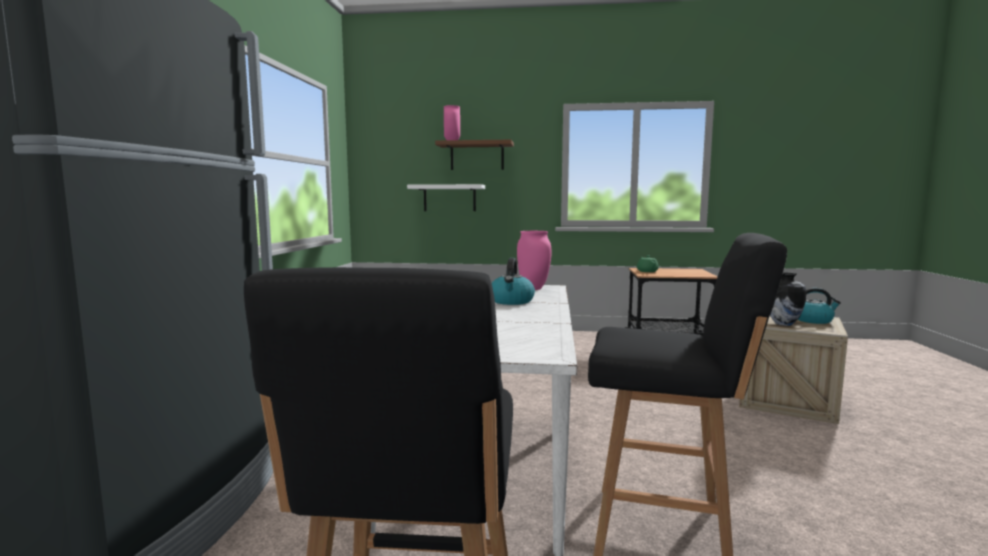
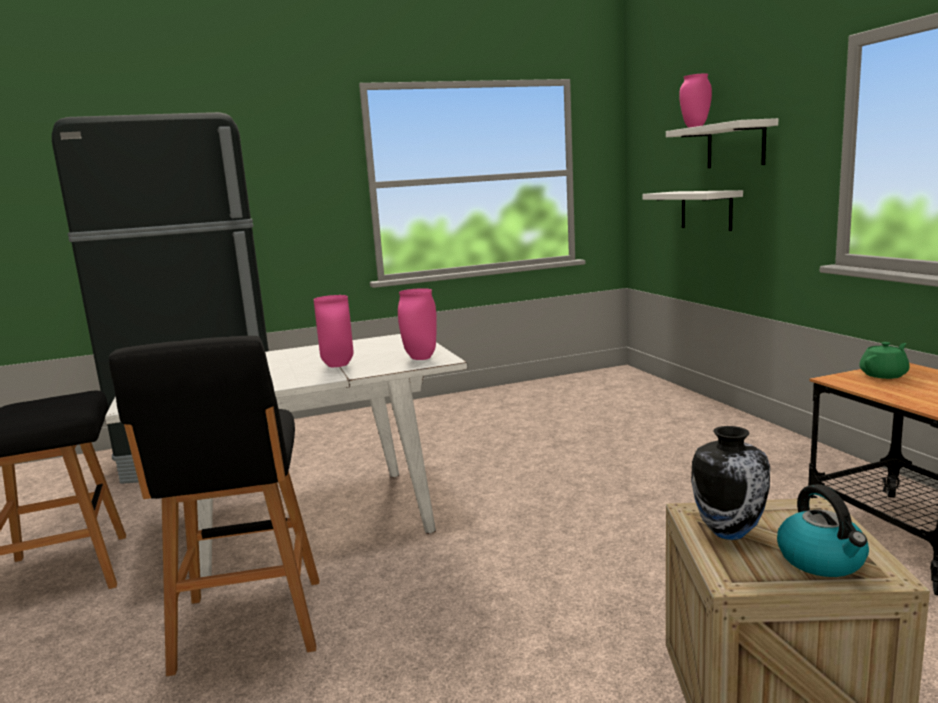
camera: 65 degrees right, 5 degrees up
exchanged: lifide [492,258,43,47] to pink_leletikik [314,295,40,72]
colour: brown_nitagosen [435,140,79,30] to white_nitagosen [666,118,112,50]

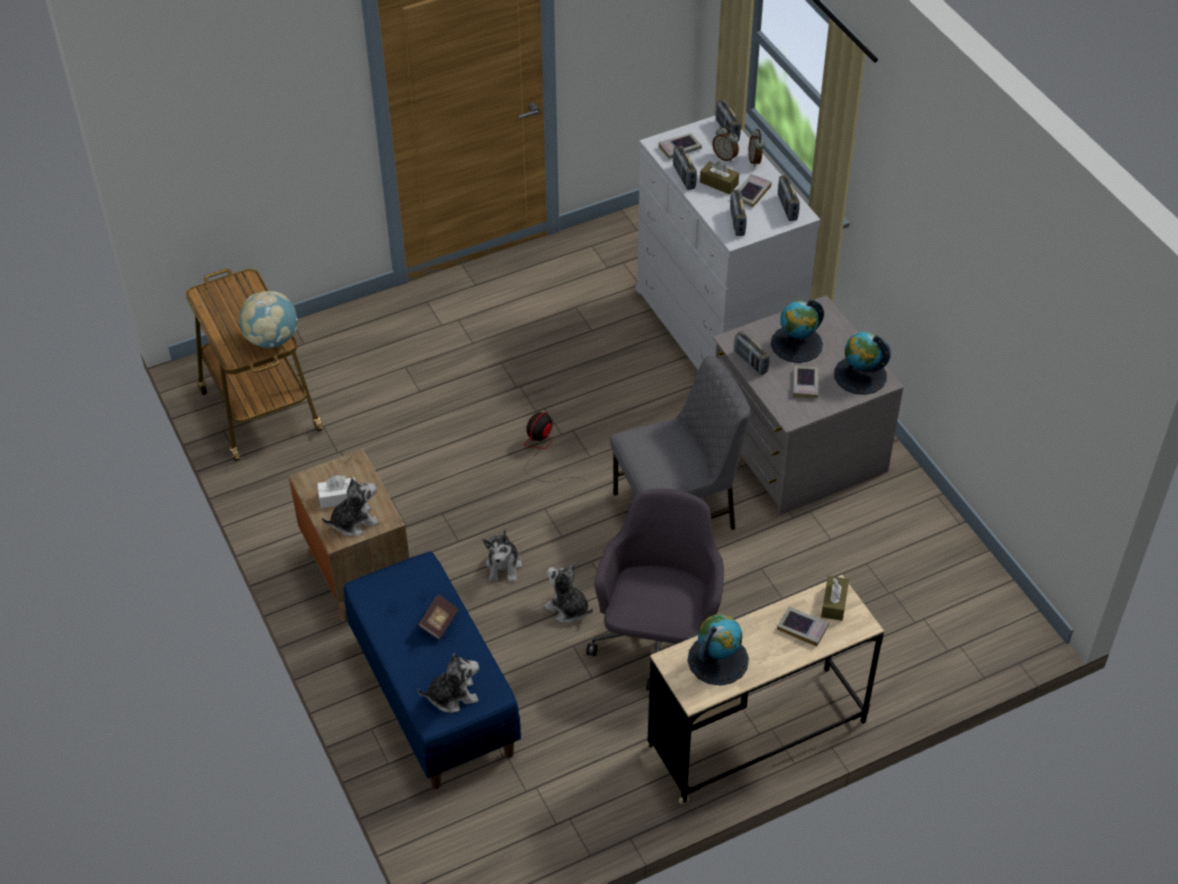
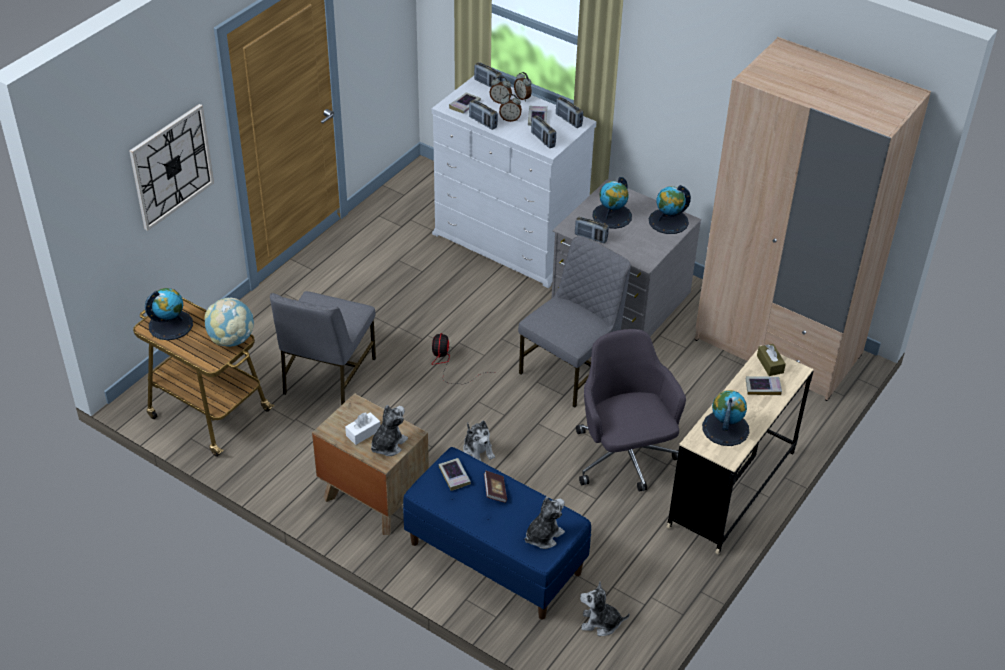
camera: 30 degrees left, 5 degrees down
appeared: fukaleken [129,104,85,127]; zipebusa [145,288,48,52]; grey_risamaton [270,291,106,114]; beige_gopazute [695,37,236,364]
relocated: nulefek [544,563,49,60] to [580,582,50,54]; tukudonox [793,366,26,32] to [438,458,33,33]
exchanged: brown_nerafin [700,161,39,33] to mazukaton [499,94,23,28]

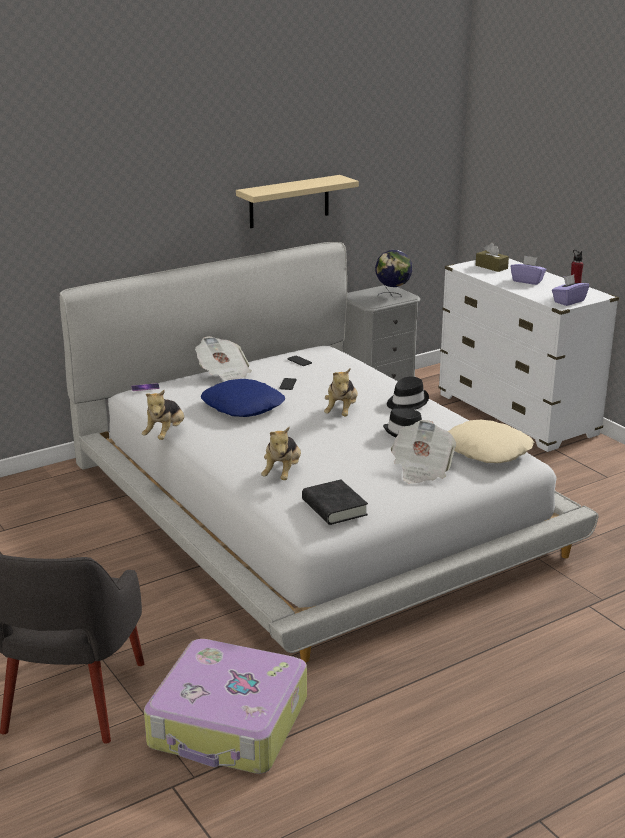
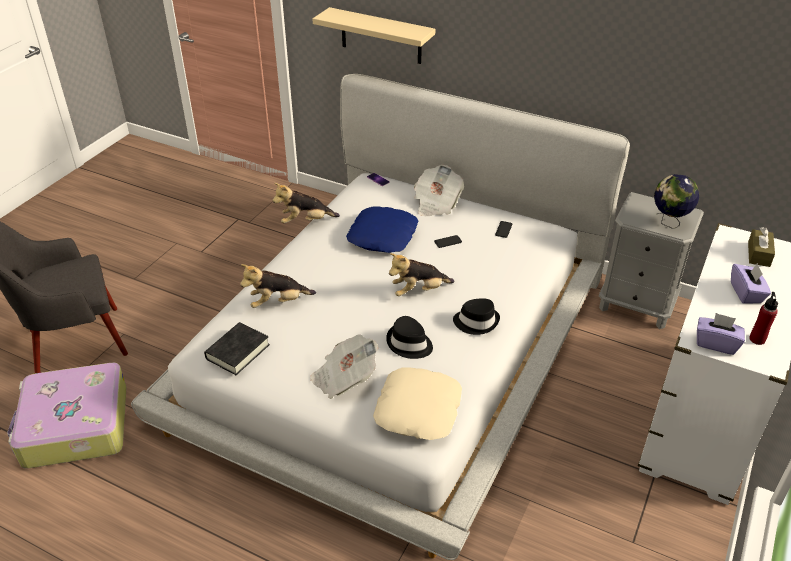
camera: 60 degrees right, 15 degrees up
relocated: beige_nitagosen [236,175,123,53] to [312,7,123,57]

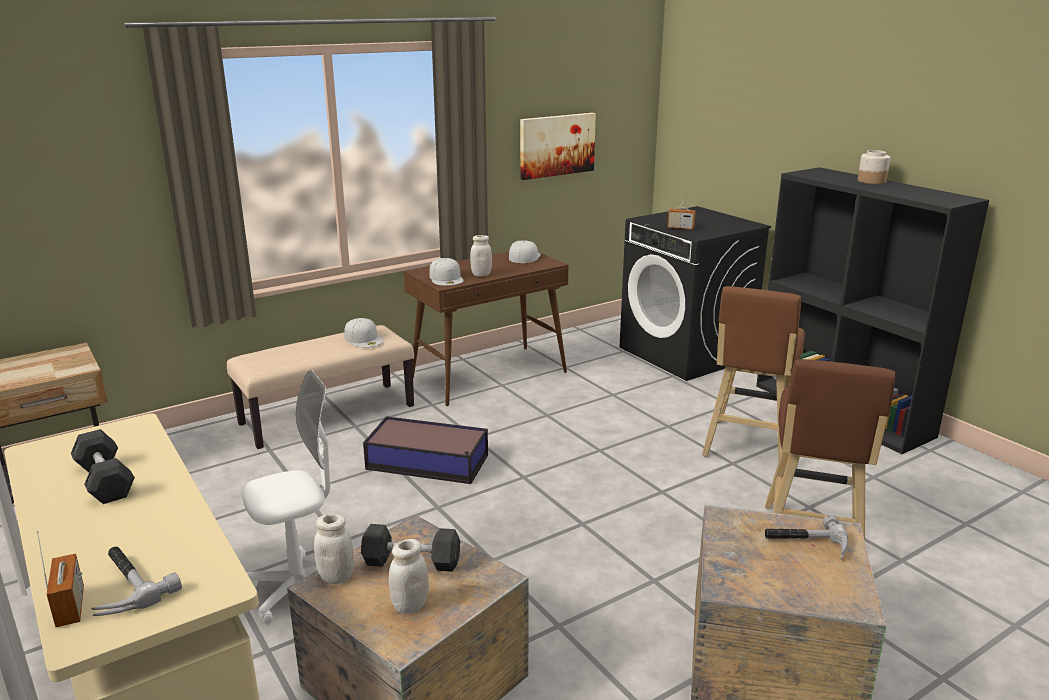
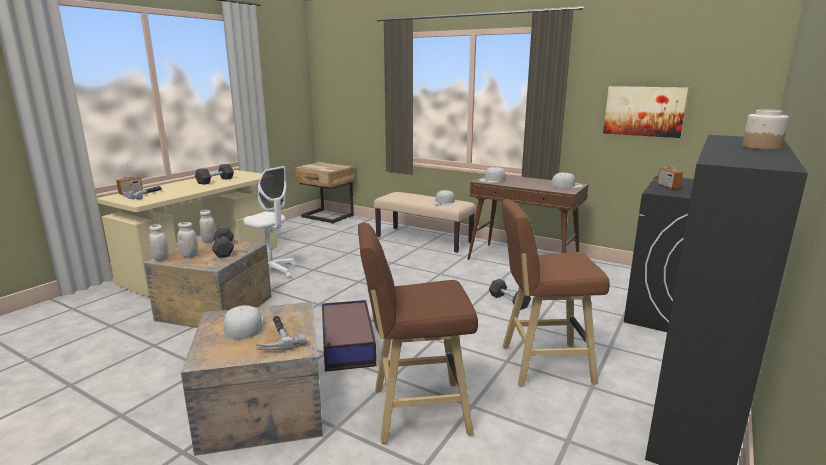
camera: 65 degrees right, 5 degrees down
appeared: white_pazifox [224,305,39,35]; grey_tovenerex [489,279,42,31]
relocated: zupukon [363,416,125,68] to [322,300,54,72]; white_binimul [470,235,22,42] to [149,224,20,37]

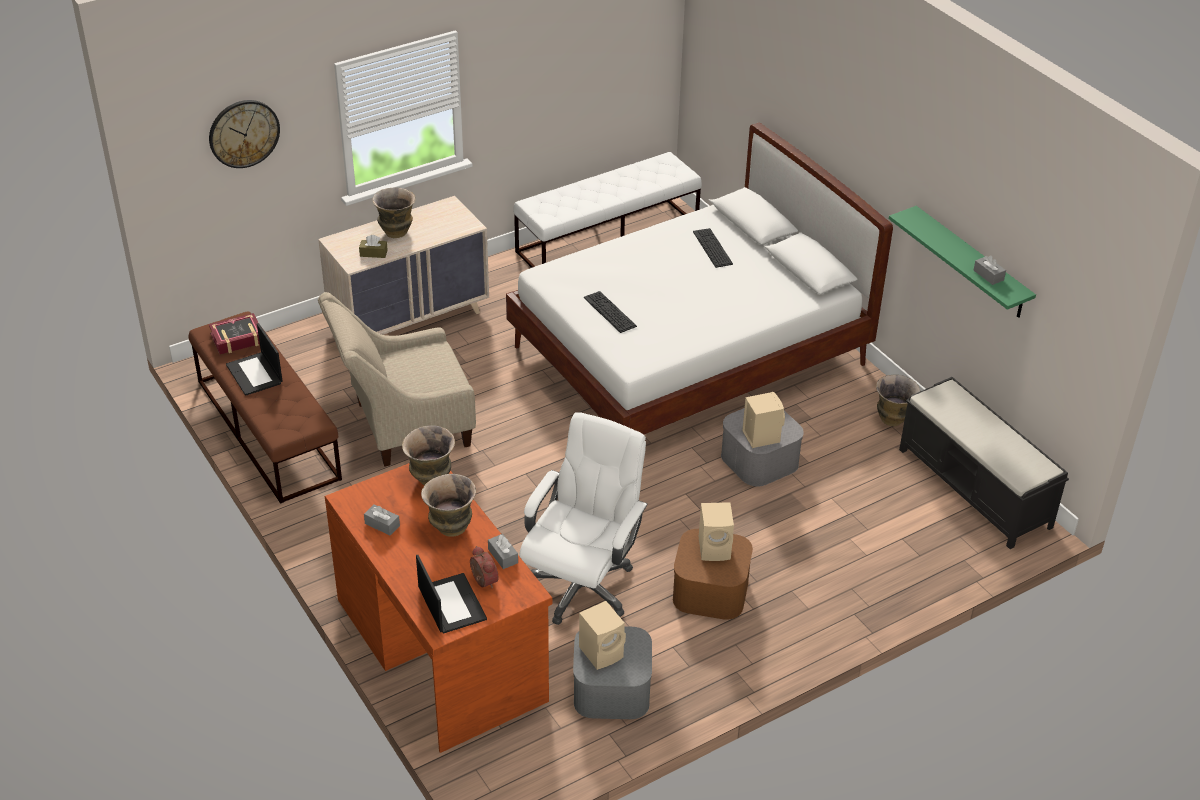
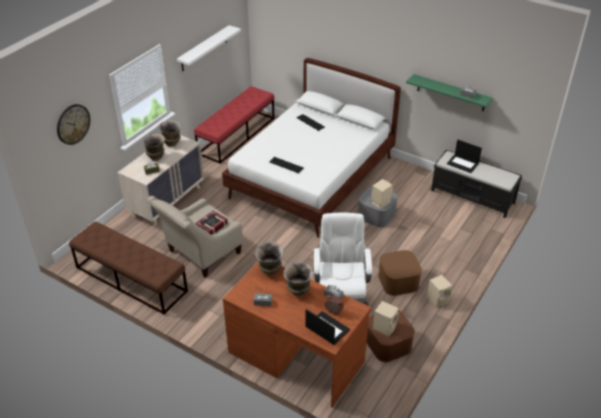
camera: 25 degrees left, 0 degrees up
appeared: white_nitagosen [177,25,64,46]
relocated: tukudonox [209,313,51,41] to [195,211,33,24]; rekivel [226,323,57,73] to [447,140,35,33]; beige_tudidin [699,502,35,59] to [427,275,25,32]; leletikik [876,375,44,51] to [158,120,23,27]
colour: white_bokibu [513,152,189,116] to red_bokibu [194,86,80,78]; grey_zupukon [573,626,79,93] to brown_zupukon [367,310,48,52]

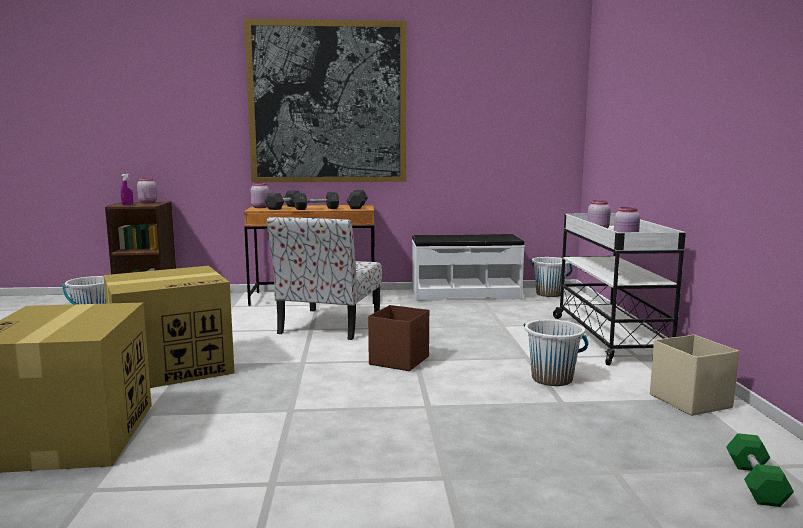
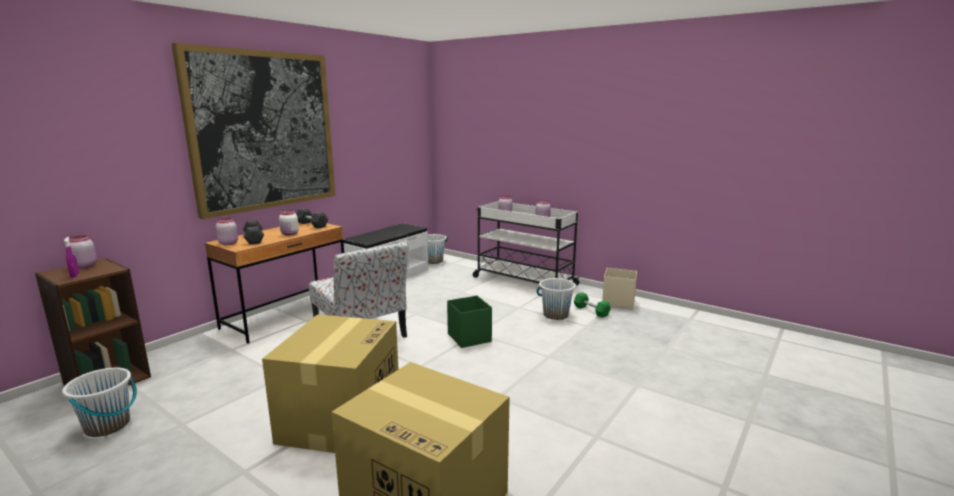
camera: 50 degrees left, 5 degrees up
relocated: green_tovenerex [726,433,68,74] to [574,292,37,26]
exchanged: grey_tovenerex [294,192,45,18] to white_binimul [279,210,20,26]
colour: brown_zupukon [368,305,61,66] to green_zupukon [447,295,45,53]

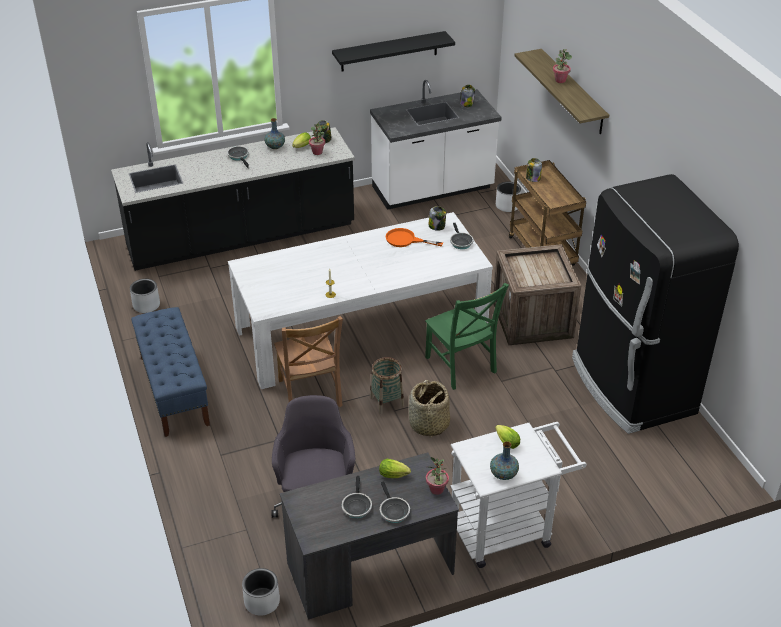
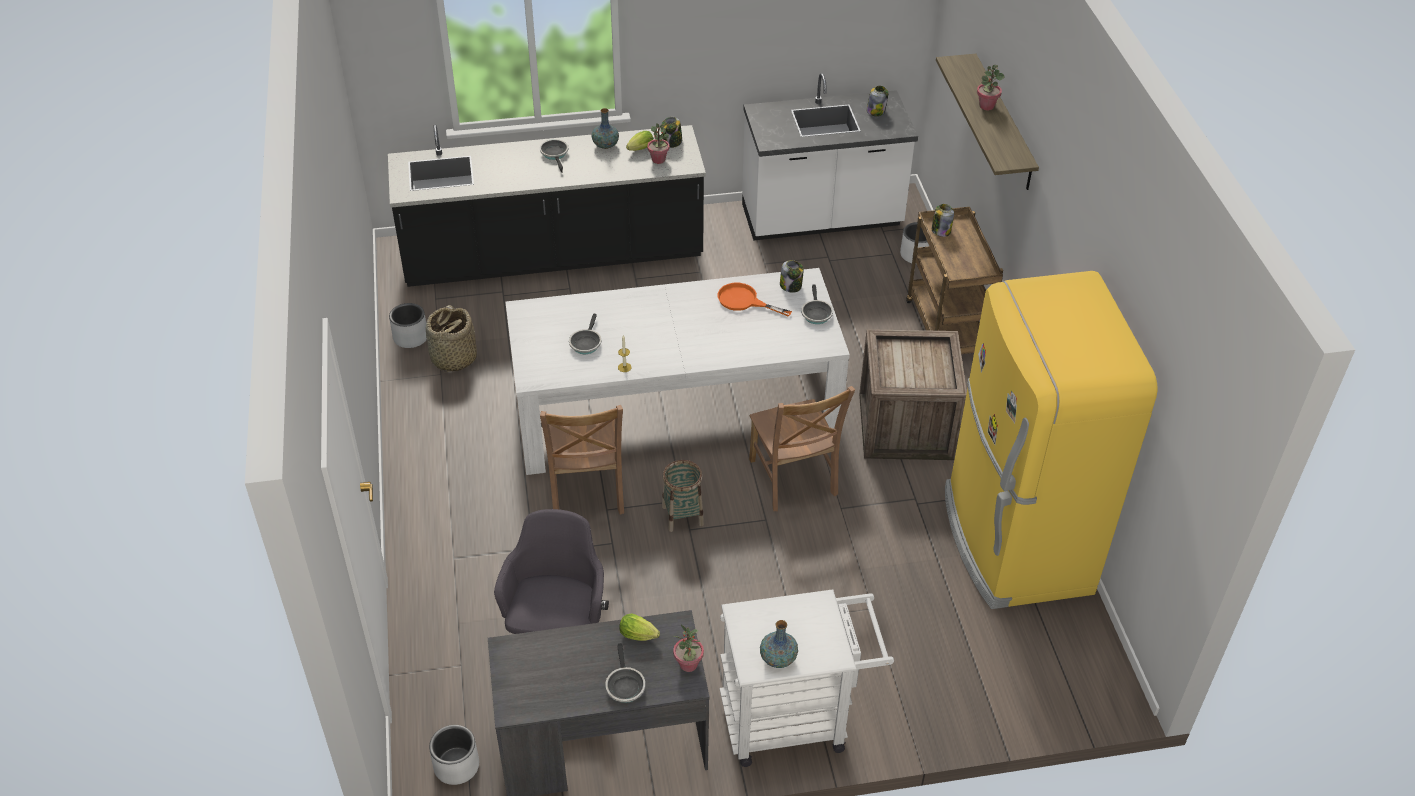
camera: 10 degrees right, 5 degrees up
missing: blue_bokibu [131,307,79,130]; black_nitagosen [332,31,123,41]; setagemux [495,425,25,24]
relocated: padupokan [342,476,30,42] to [569,314,32,40]; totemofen [409,380,41,58] to [426,305,51,67]
colour: green_risamaton [425,283,84,107] to brown_risamaton [749,386,106,125]; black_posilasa [572,174,167,260] to yellow_posilasa [945,271,213,338]

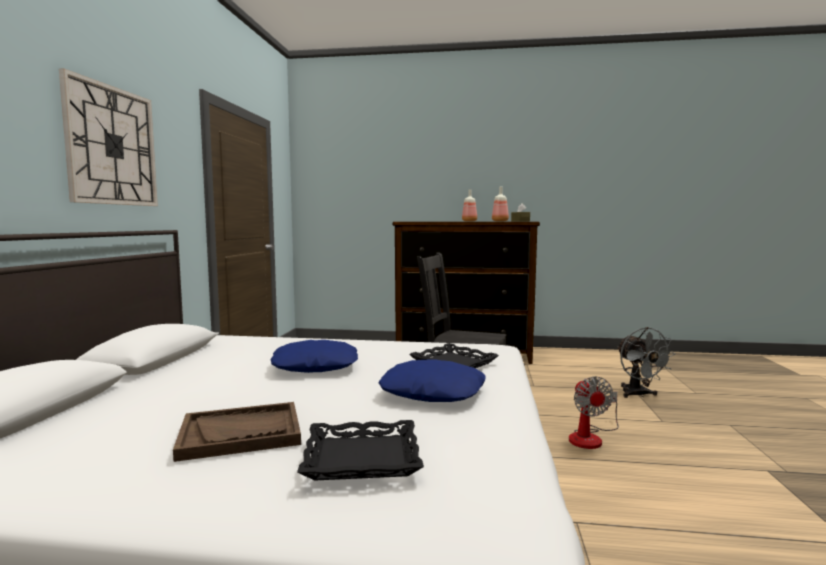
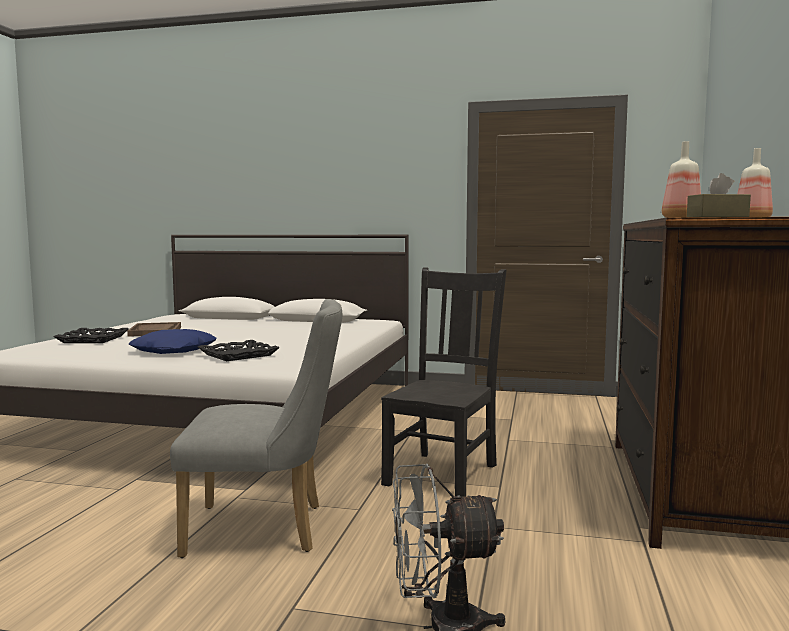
camera: 95 degrees right, 0 degrees up
missing: fukaleken [59,68,99,138]; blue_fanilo [270,340,88,33]
exchanged: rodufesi [569,376,50,73] to grey_risamaton [170,299,172,259]

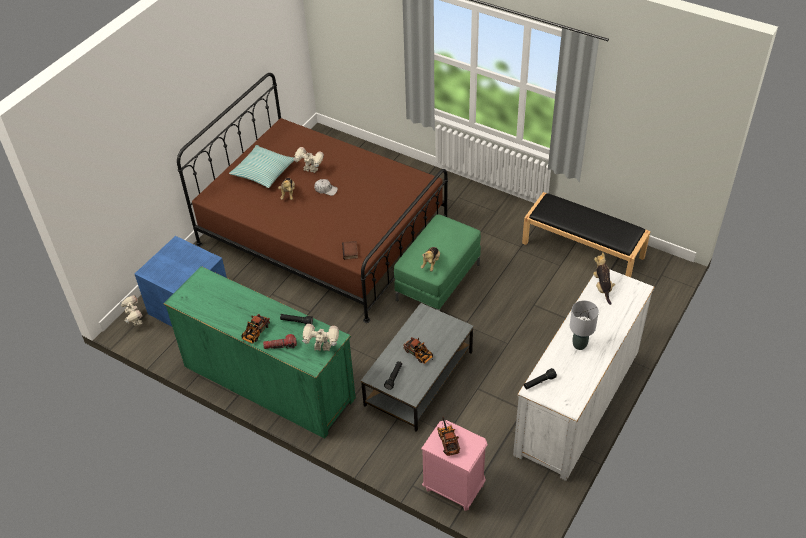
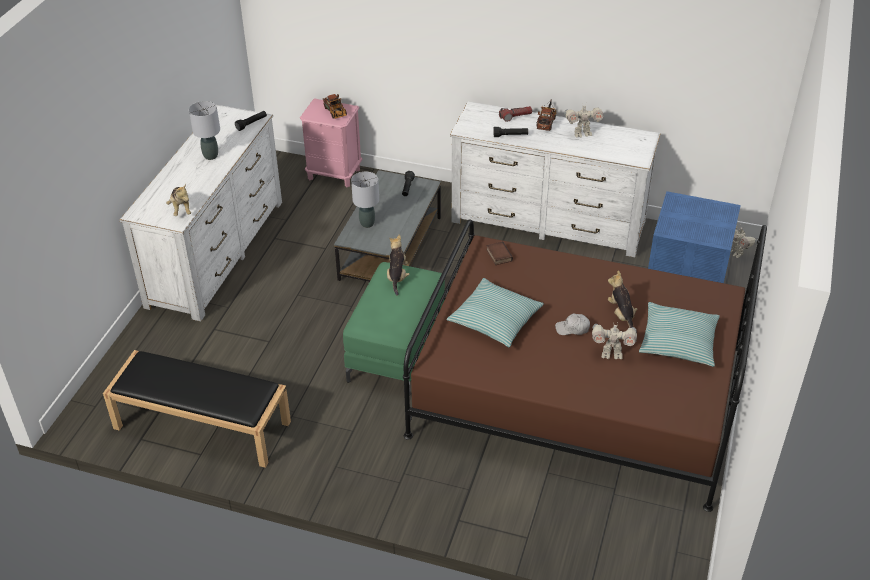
camera: 165 degrees right, 5 degrees down
missing: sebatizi [403,337,30,27]
appeared: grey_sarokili [351,172,28,56]; fanilo [447,278,97,69]
relocated: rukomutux [302,324,37,27] to [564,103,40,34]
colour: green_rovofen [163,266,193,173] to white_rovofen [450,101,211,156]

